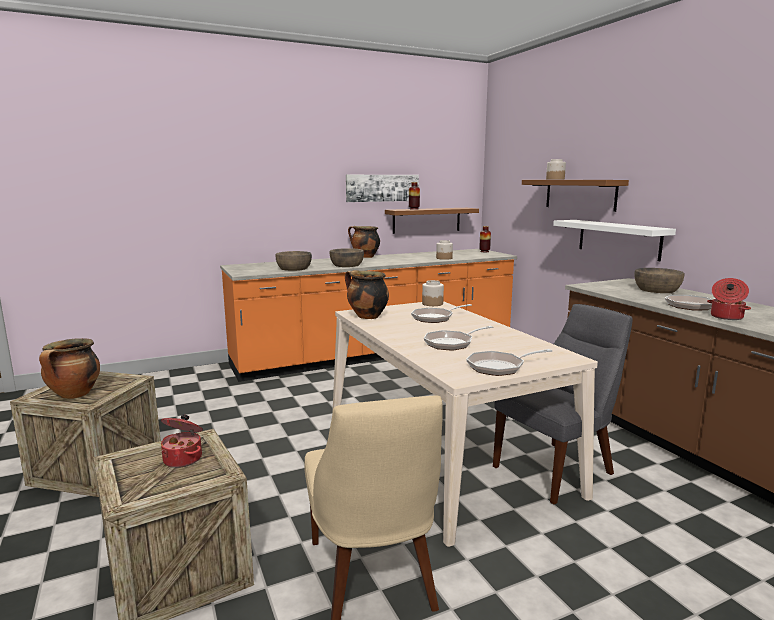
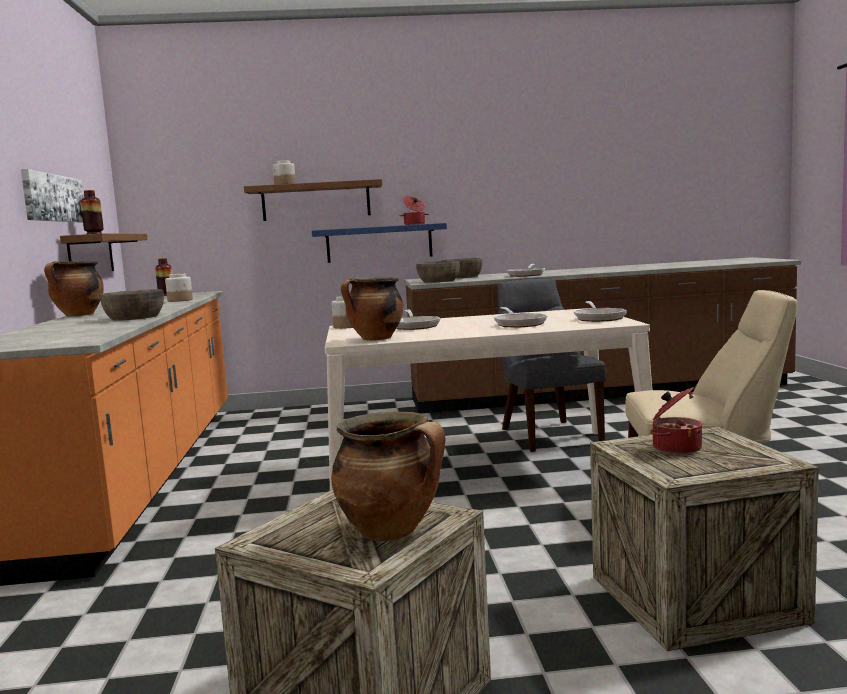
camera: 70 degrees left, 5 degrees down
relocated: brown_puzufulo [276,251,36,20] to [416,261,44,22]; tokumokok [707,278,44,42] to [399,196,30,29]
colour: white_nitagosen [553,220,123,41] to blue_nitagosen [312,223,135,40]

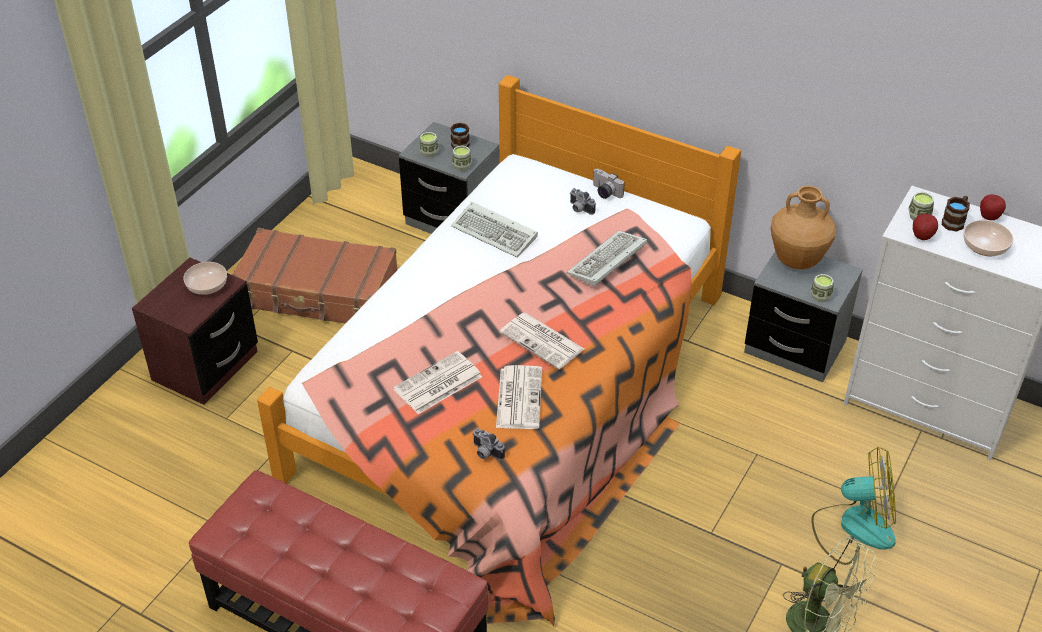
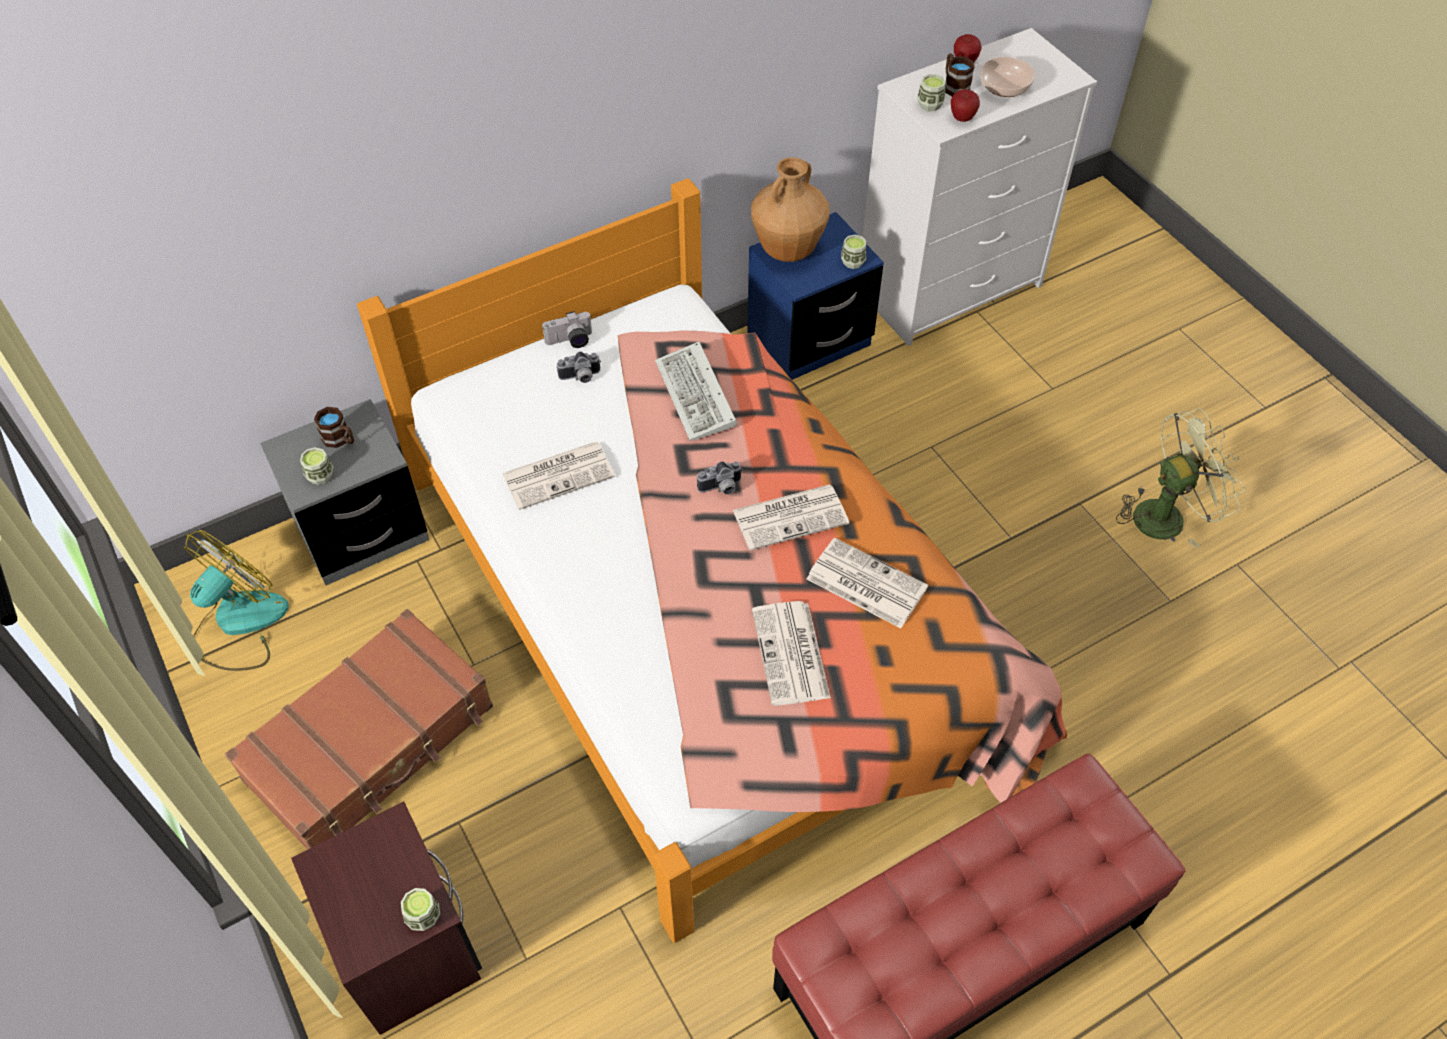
camera: 60 degrees left, 10 degrees up
missing: puzufulo [183,262,44,33]
relocated: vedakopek [452,146,20,25] to [401,888,39,43]; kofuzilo [472,428,33,32] to [697,461,46,34]; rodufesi [811,447,85,118] to [184,530,105,141]
exchanged: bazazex [451,202,87,56] to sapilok [502,442,113,68]
colour: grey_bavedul [744,252,119,130] to blue_bavedul [747,212,137,168]

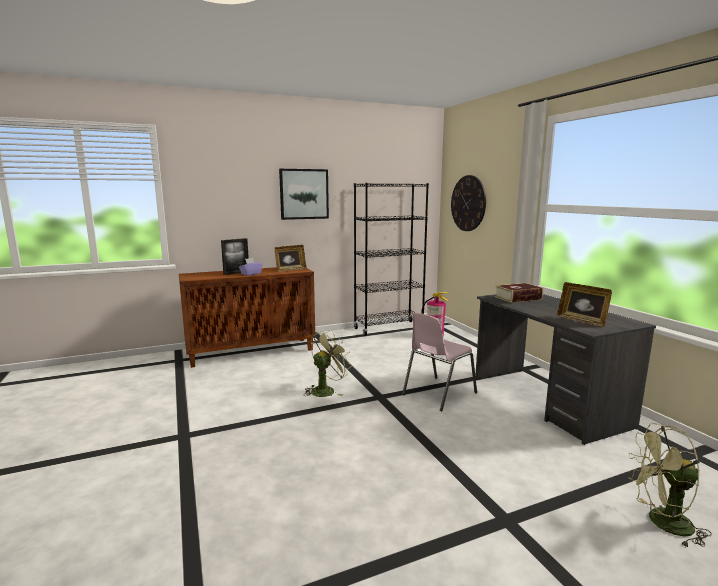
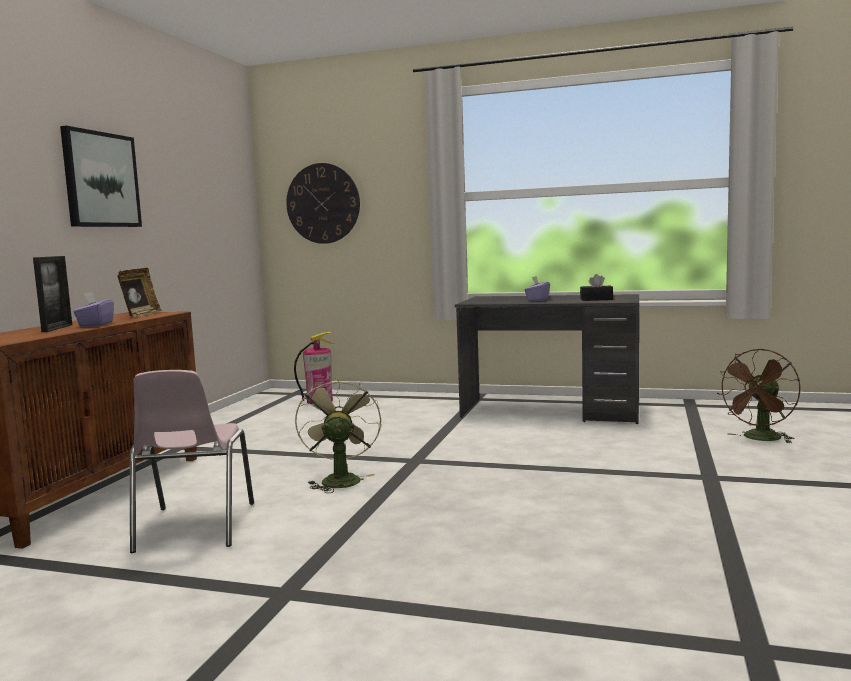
camera: 50 degrees left, 5 degrees down
missing: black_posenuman [354,183,75,153]; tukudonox [495,283,48,20]
appeared: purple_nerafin [525,276,25,25]
relocated: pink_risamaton [402,313,75,98] to [130,370,124,183]
exchanged: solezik [557,282,55,45] to black_nerafin [580,274,33,27]
colour: green_rodufesi [628,423,83,124] to brown_rodufesi [717,349,83,94]

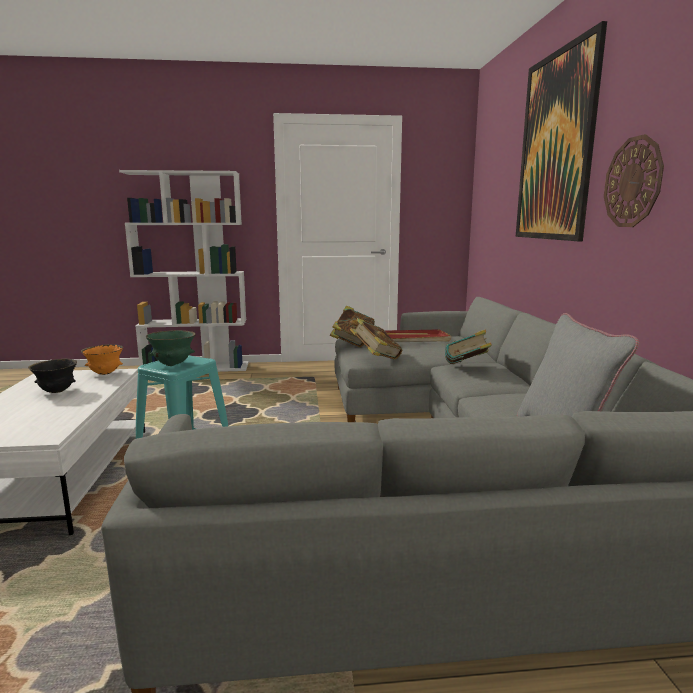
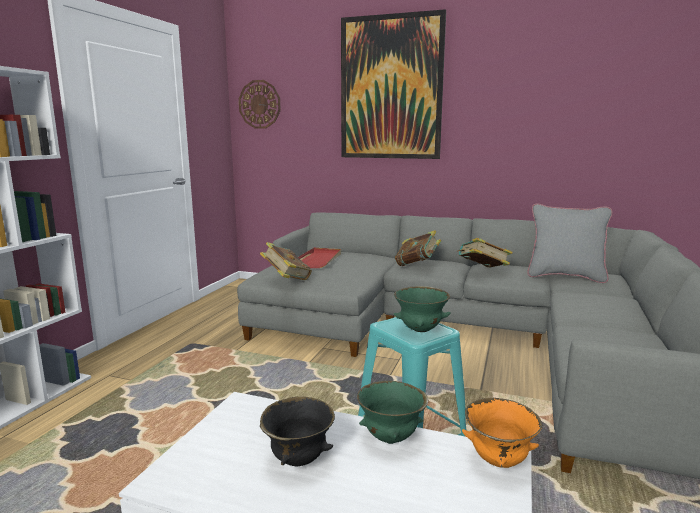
camera: 65 degrees left, 0 degrees up
appeared: green_puzufulo [357,381,71,63]
relocated: orange_puzufulo [80,344,43,31] to [462,398,80,70]; tukudonox [350,318,53,42] to [457,238,55,29]; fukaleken [604,134,60,93] to [239,80,42,49]

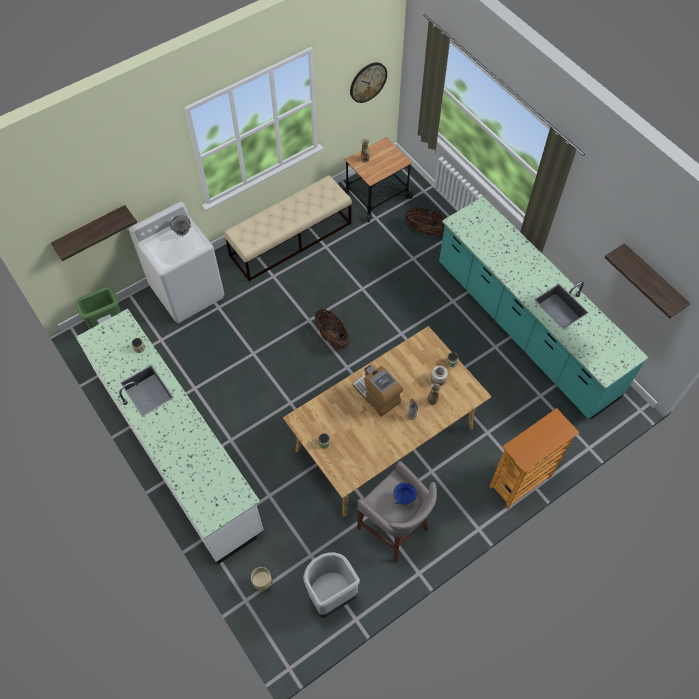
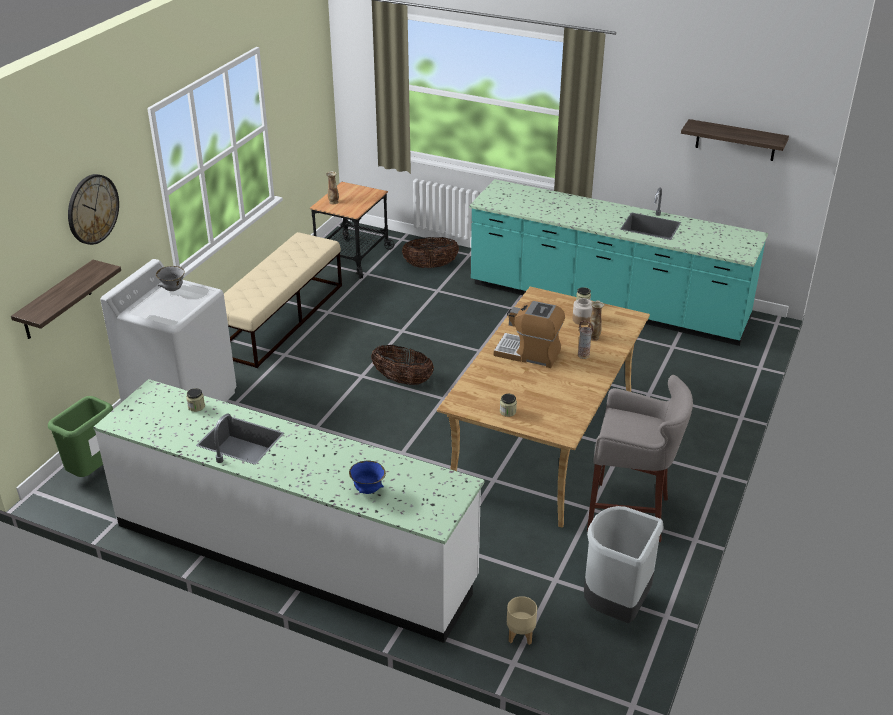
camera: 30 degrees left, 25 degrees down
missing: posenuman [489,408,91,101]
relocated: fukaleken [350,62,37,41] to [68,174,51,71]; blue_puzufulo [394,482,23,24] to [349,460,37,34]

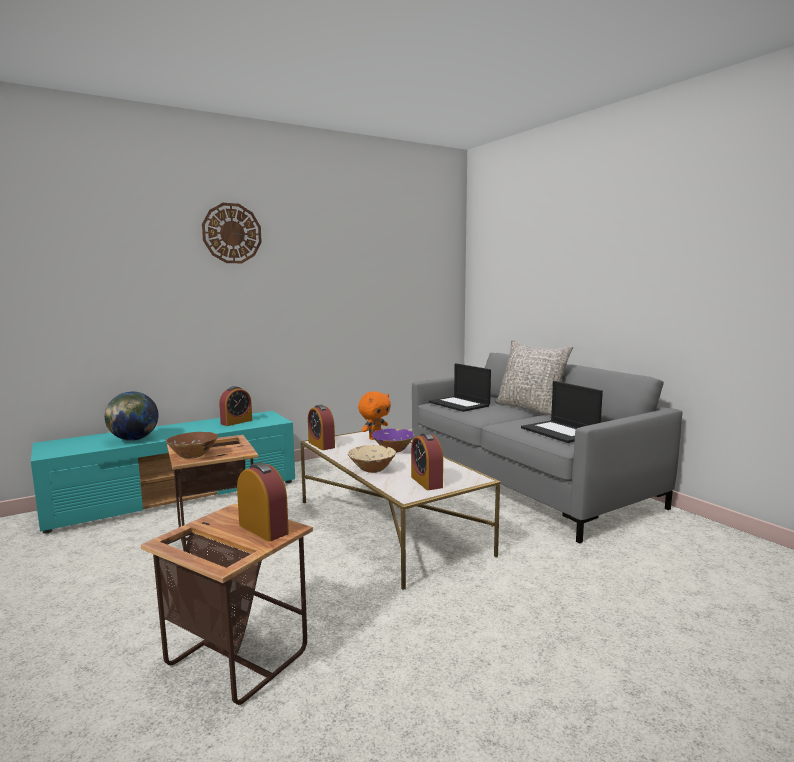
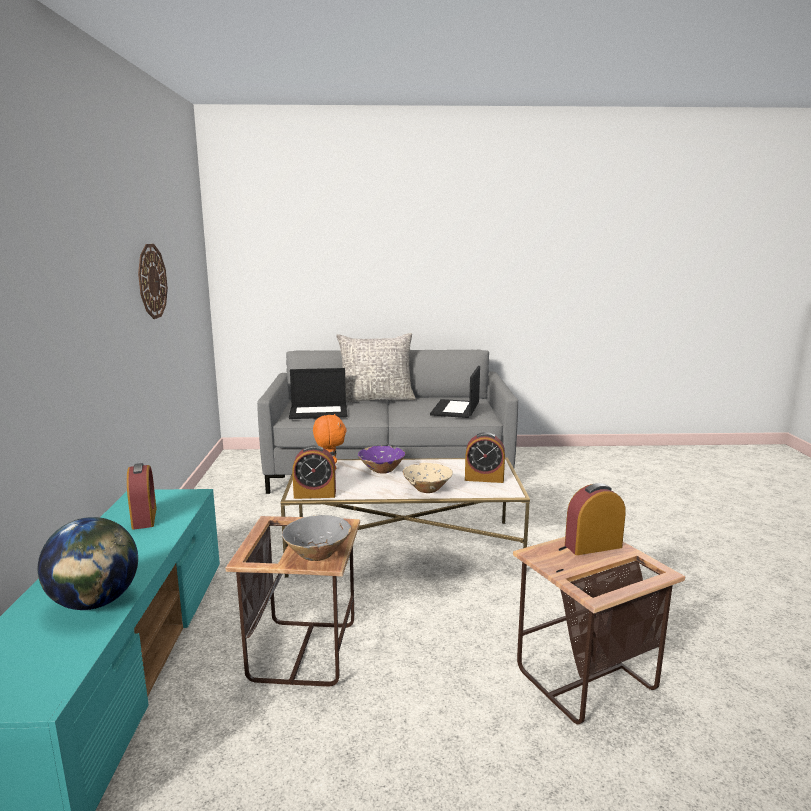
camera: 60 degrees left, 5 degrees up
relocated: fukaleken [202,203,60,60] to [138,244,30,75]
colour: brown_puzufulo [166,432,52,27] to grey_puzufulo [282,515,69,46]
spun: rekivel [521,381,82,62] = [430,366,50,52] 105 degrees clockwise

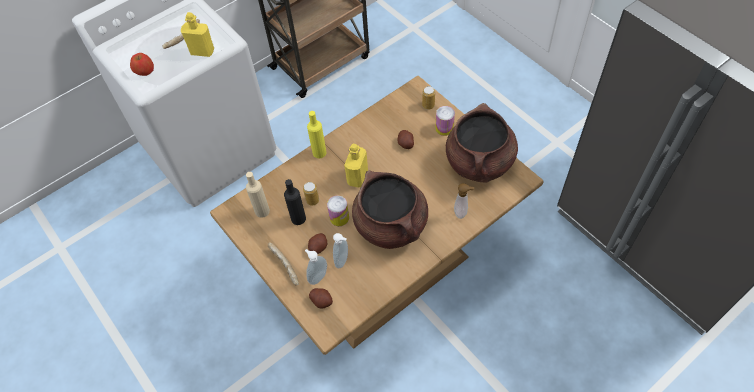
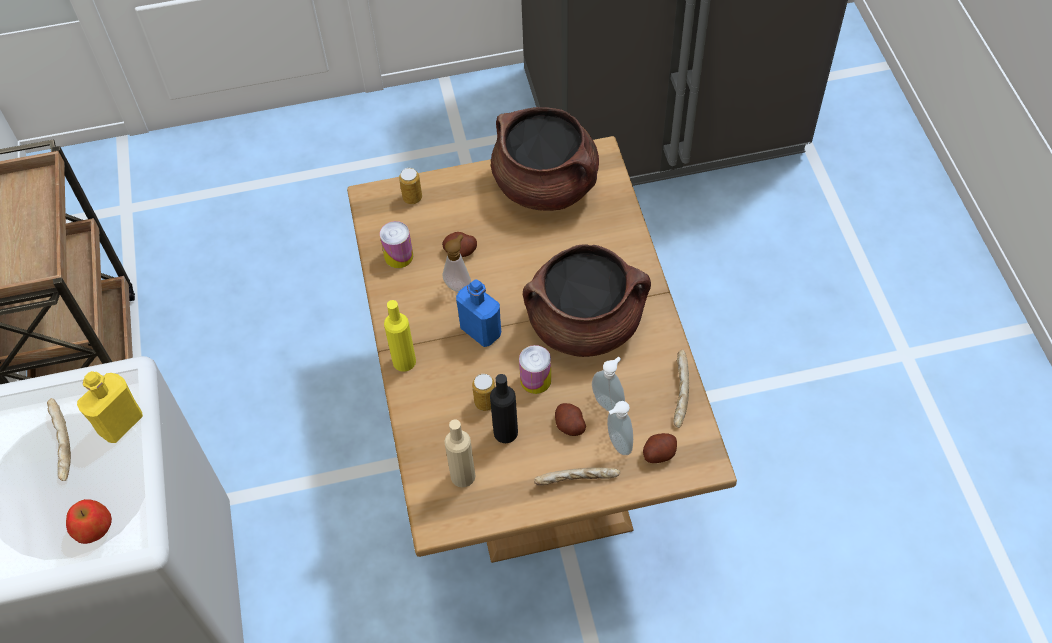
camera: 65 degrees left, 0 degrees up
appeared: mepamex [674,350,15,78]
relocated: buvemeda [435,106,20,30] to [380,221,33,47]; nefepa [454,183,20,36] to [442,234,29,58]
colour: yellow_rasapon [344,144,24,44] to blue_rasapon [456,280,45,67]

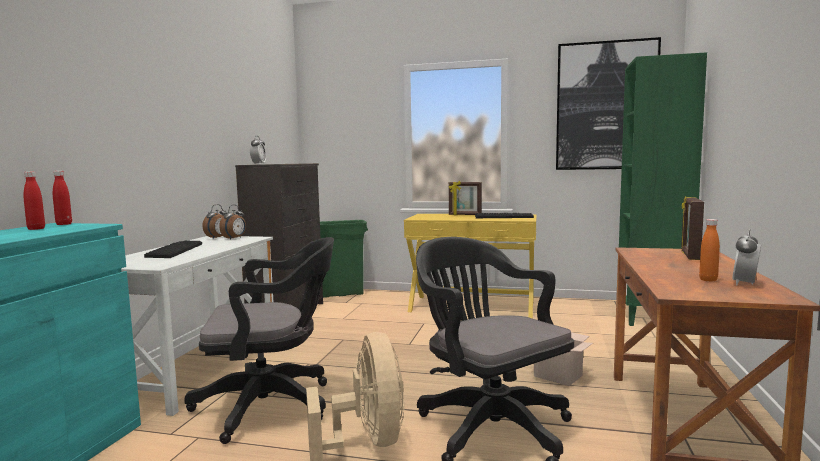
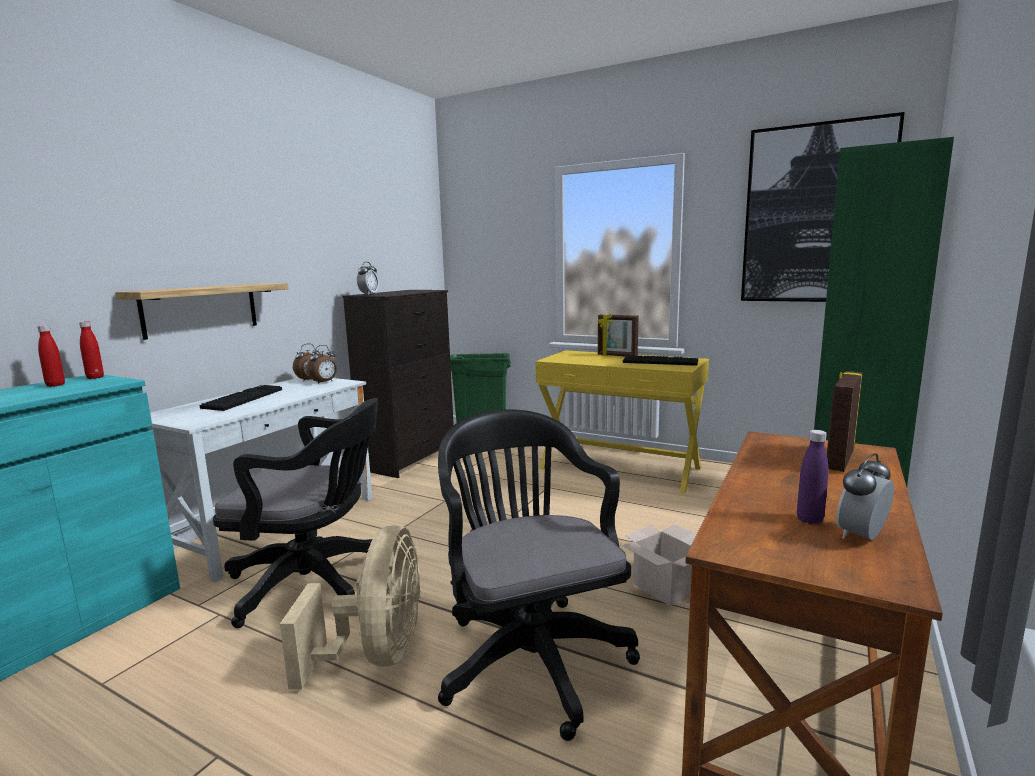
camera: 15 degrees right, 5 degrees up
appeared: nitagosen [115,283,173,57]
colour: orange_rasapon [699,219,21,63] to purple_rasapon [797,430,31,94]

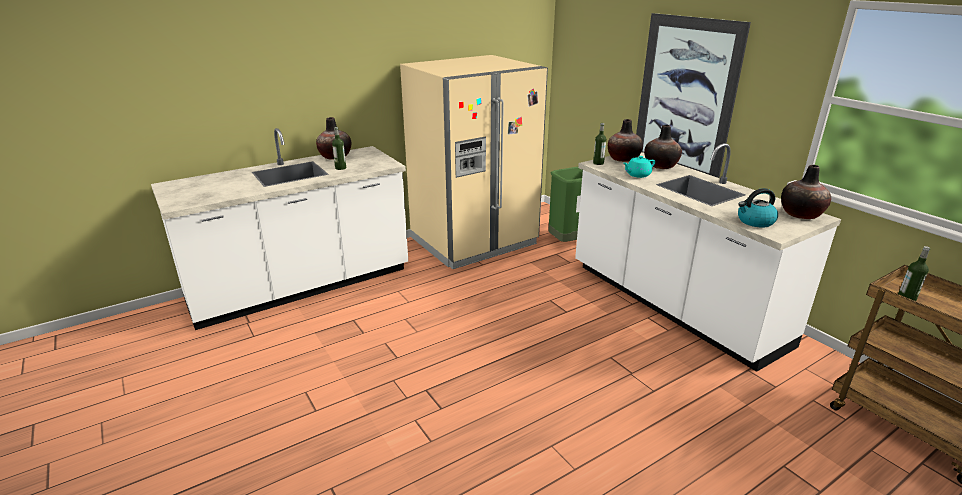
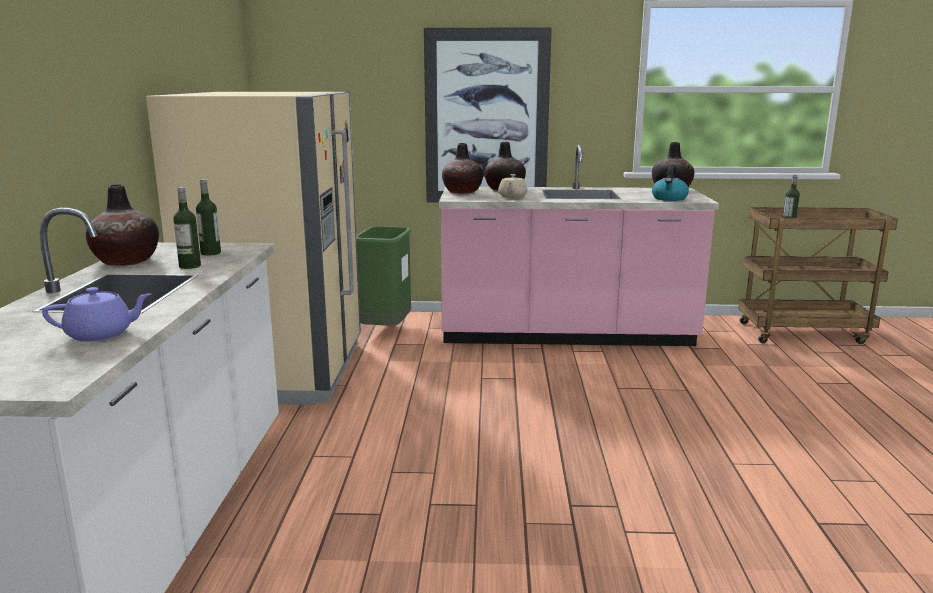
camera: 55 degrees left, 10 degrees down
appeared: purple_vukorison [42,287,110,55]
relocated: rasapon [593,123,13,42] to [196,179,25,77]
colour: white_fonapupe [575,143,266,229] to pink_fonapupe [439,145,280,201]; turquoise_vukorison [623,156,32,22] to beige_vukorison [498,174,29,24]

